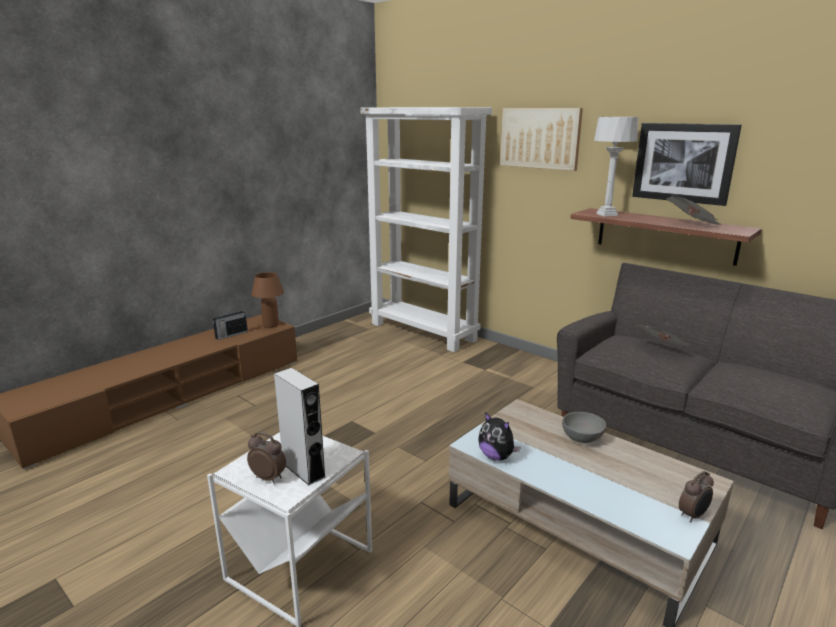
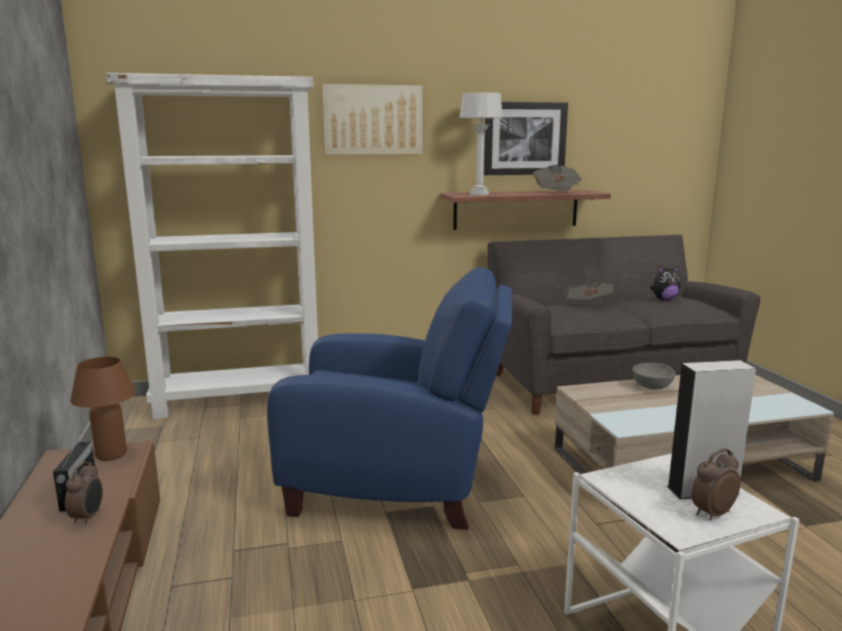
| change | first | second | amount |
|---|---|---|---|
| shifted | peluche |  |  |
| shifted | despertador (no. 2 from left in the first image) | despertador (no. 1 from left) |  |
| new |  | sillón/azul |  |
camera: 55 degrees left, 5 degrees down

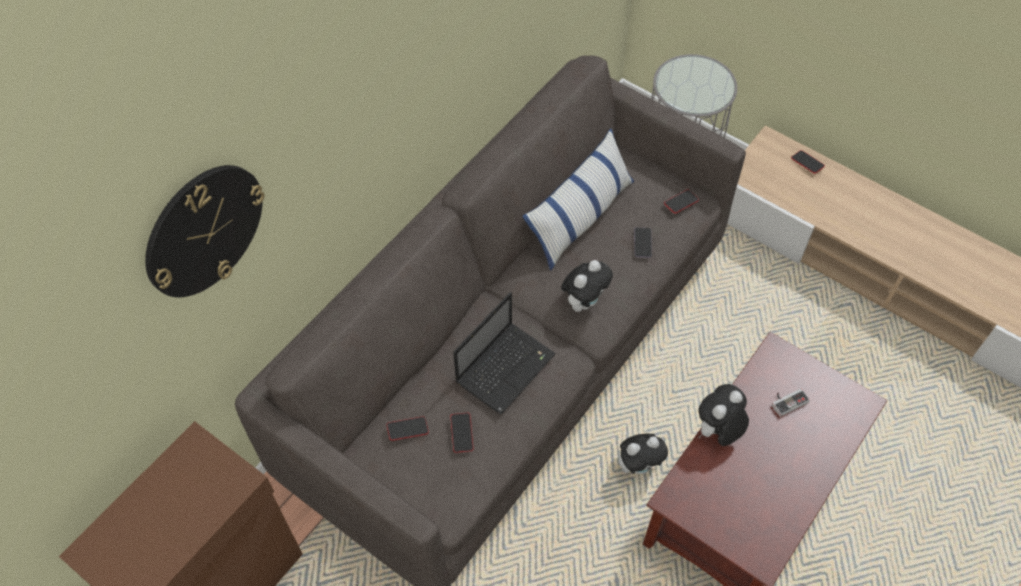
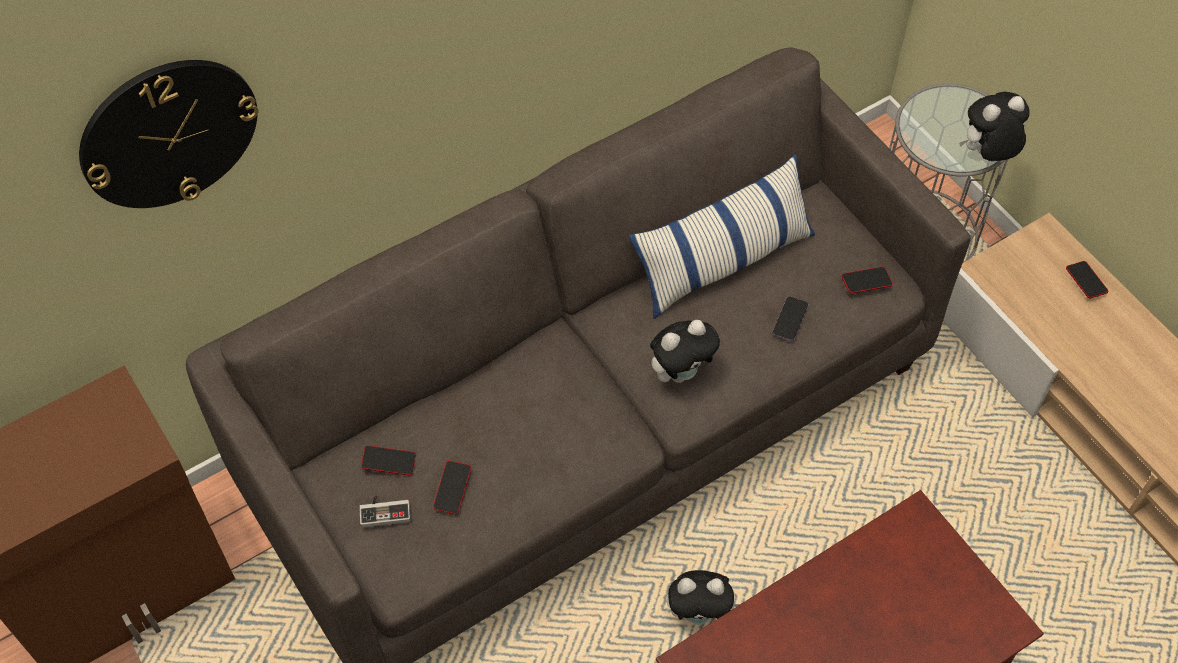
| change | first | second | amount |
|---|---|---|---|
| gone | portátil |  |  |
| shifted | peluche (no. 3 from left) |  |  |
| shifted | mando de consola |  |  |
camera: 20 degrees right, 0 degrees up

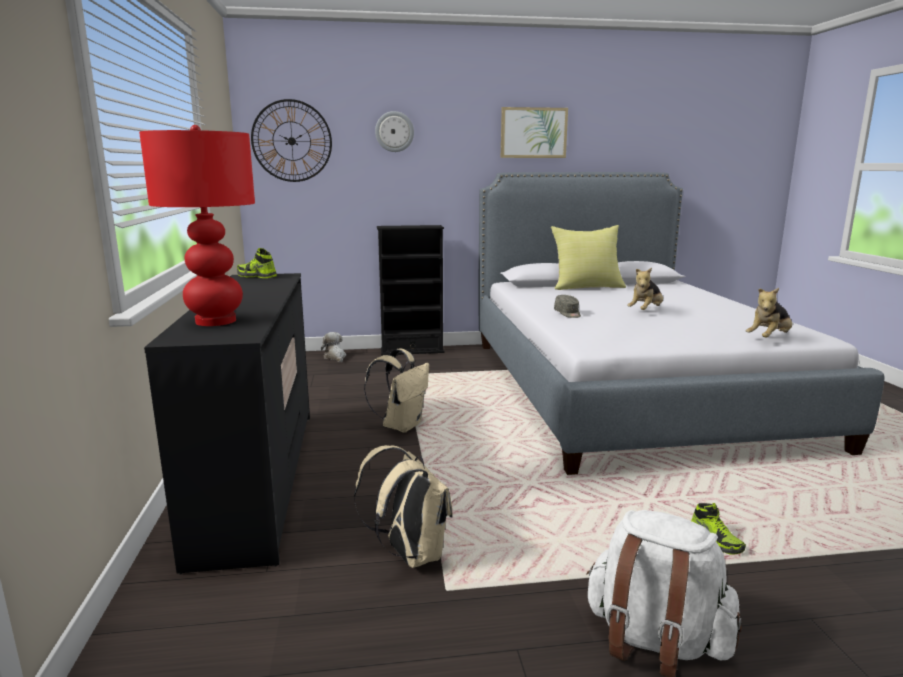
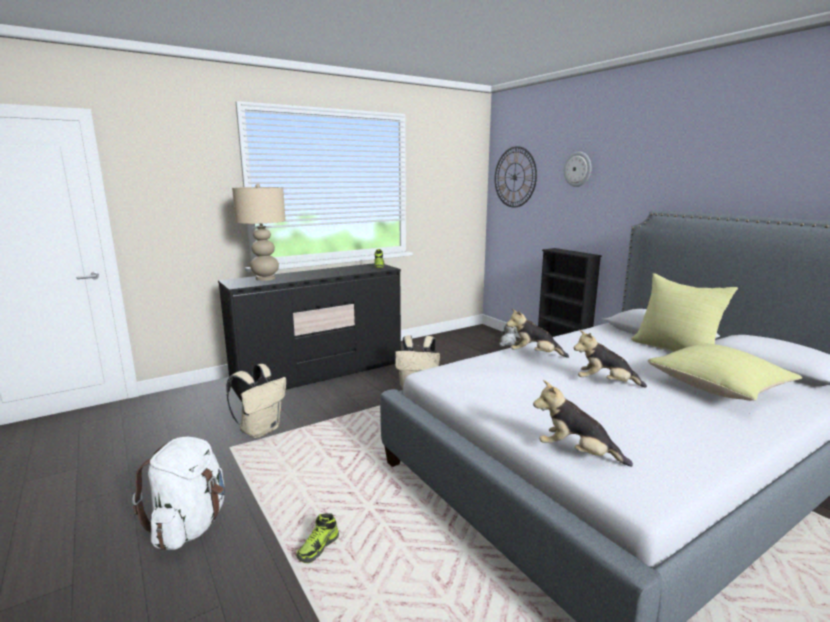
| change | first | second | amount |
|---|---|---|---|
| gone | cuadro |  |  |
| repainted | lámpara de mesa/rojo | lámpara de mesa/beis |  |
| swapped | gorra/gris | peluche (no. 2 from left) |  |
| new |  | cojín/amarillo (no. 2 from left) |  |
camera: 65 degrees right, 0 degrees up

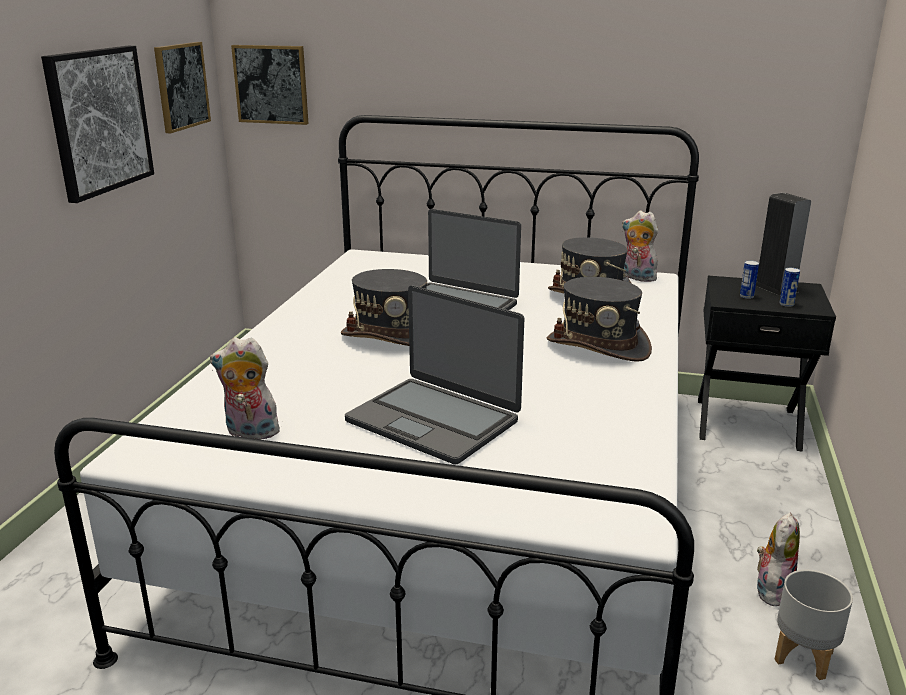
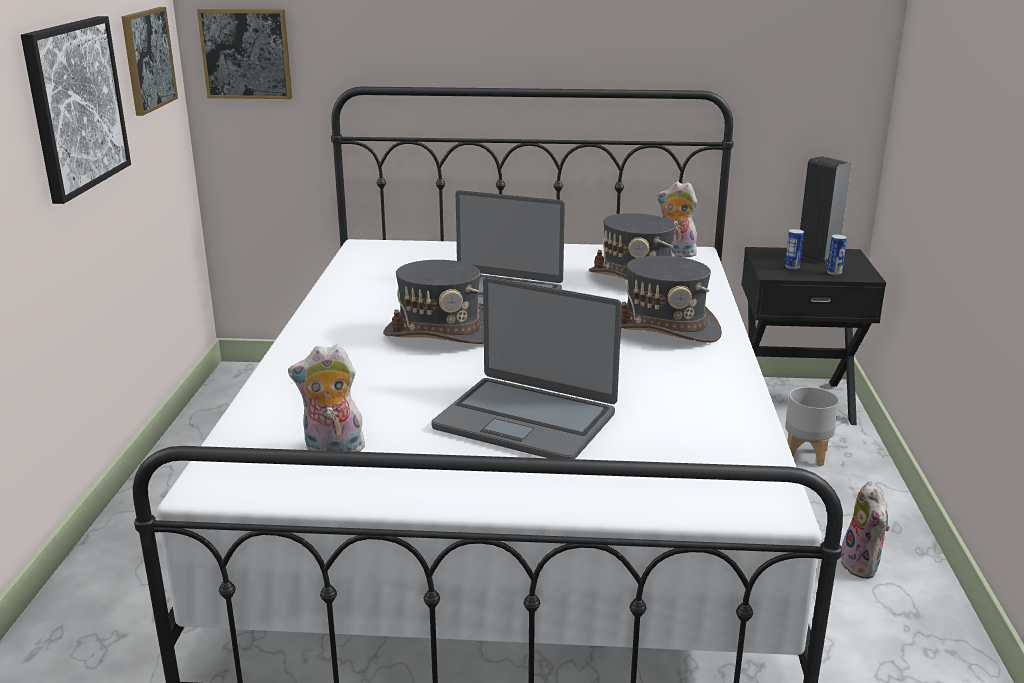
| change | first | second | amount |
|---|---|---|---|
| rotated | peluche (no. 3 from left) |  | 150 degrees clockwise |
| shifted | maceta/gris |  |  |
camera: 10 degrees left, 0 degrees up

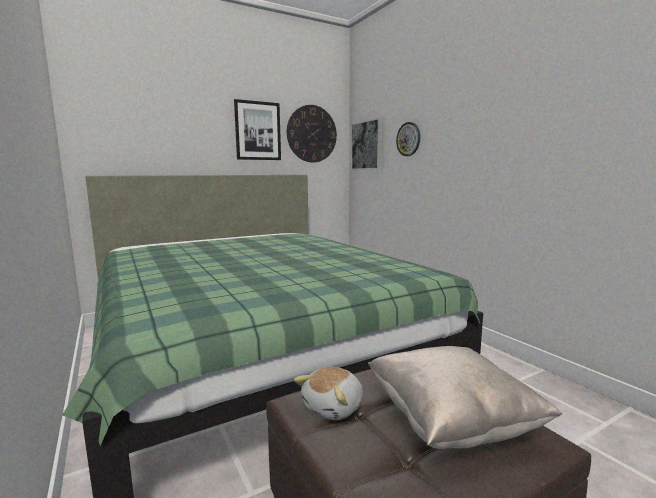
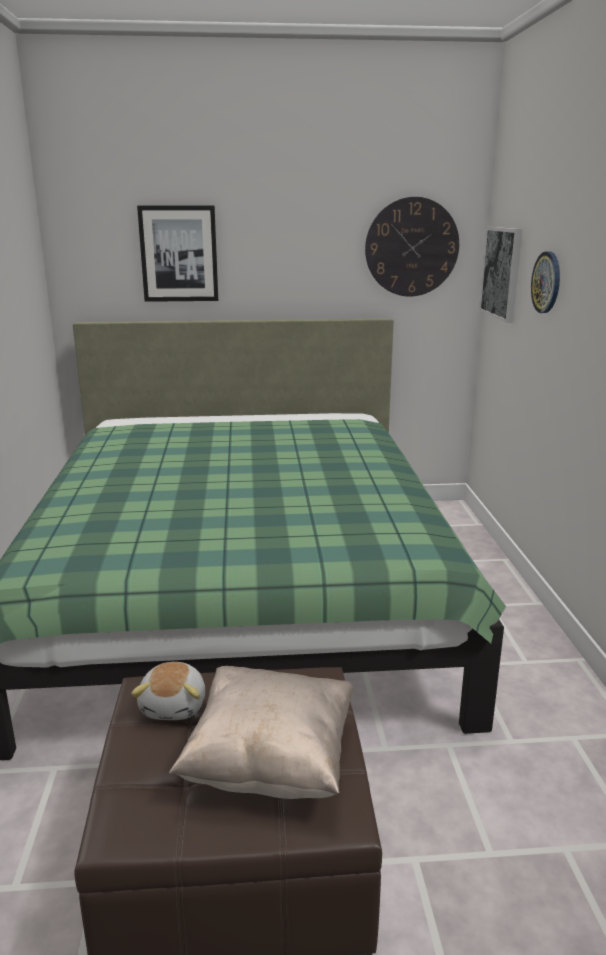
| change | first | second | amount |
|---|---|---|---|
| shifted | cuadro (no. 1 from left) |  |  |
| rotated | peluche |  | 60 degrees counterclockwise |
camera: 25 degrees right, 10 degrees up

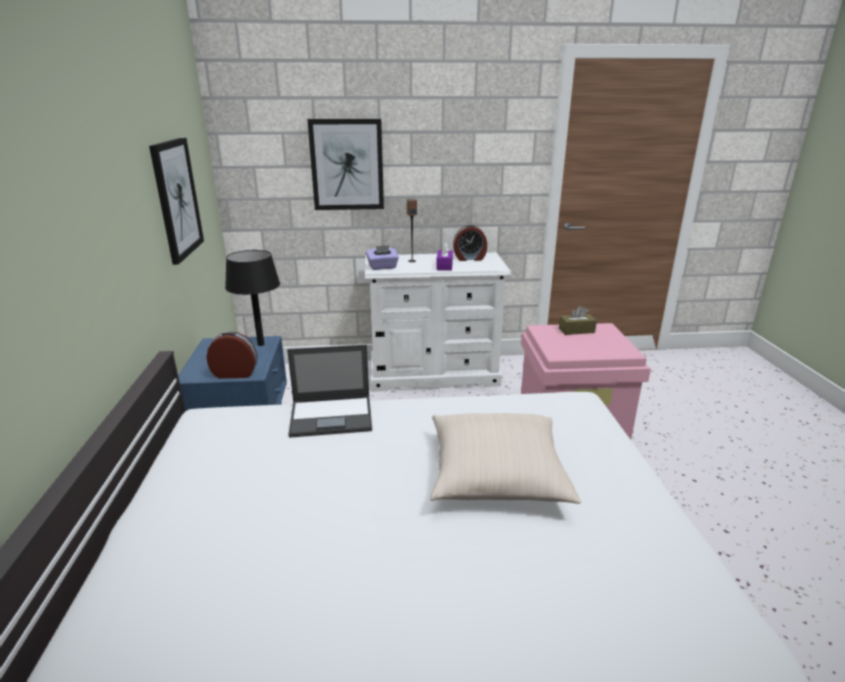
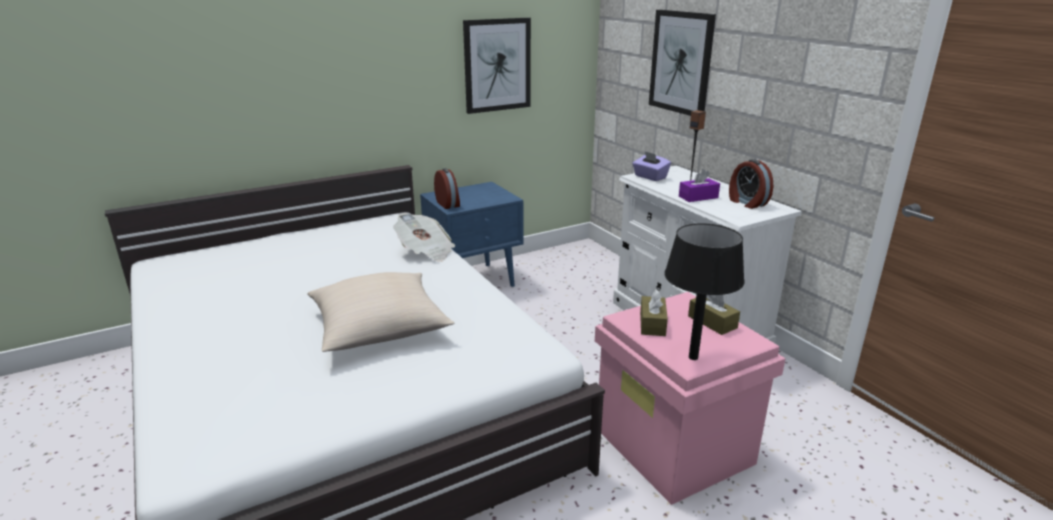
| change | first | second | amount |
|---|---|---|---|
| shifted | lámpara de mesa/negro |  |  |
| swapped | portátil | periódico |  |
| new |  | caja de pañuelos/marrón (no. 1 from left) |  |
camera: 65 degrees right, 0 degrees up

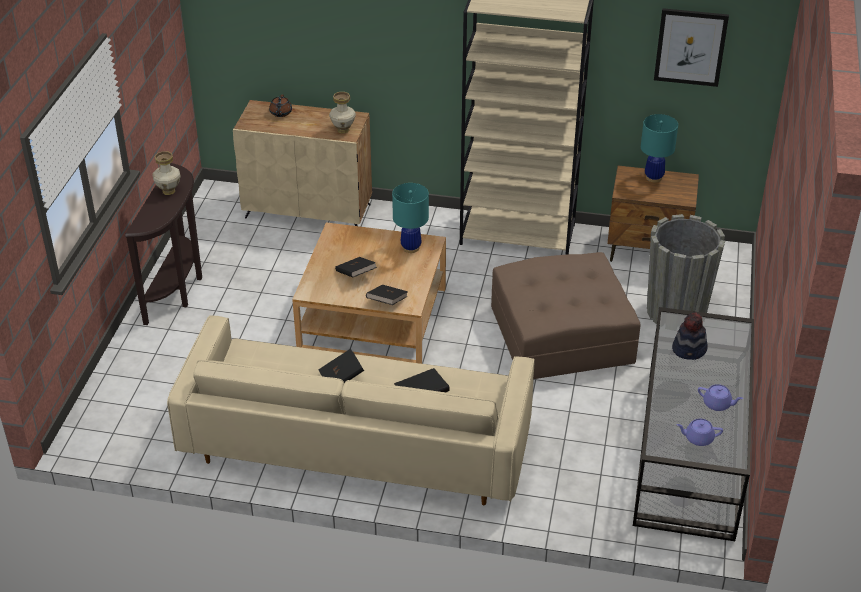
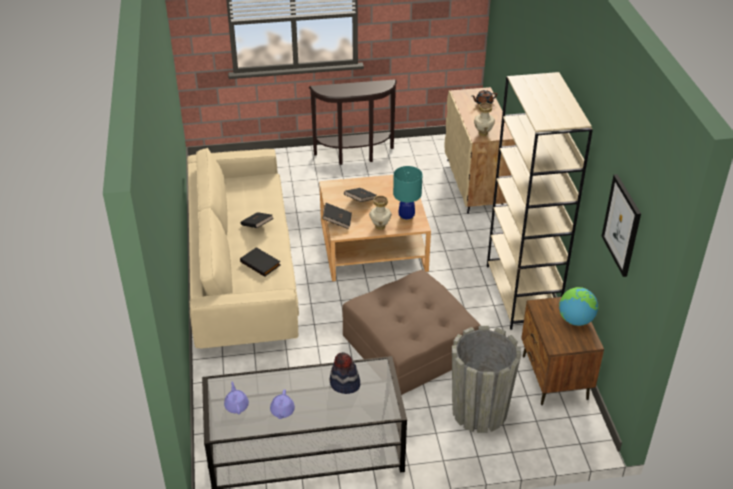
| change | first | second | amount |
|---|---|---|---|
| swapped | lámpara de mesa/turquesa (no. 2 from left) | globo terráqueo |  |
| shifted | florero (no. 1 from left) |  |  |
camera: 70 degrees right, 0 degrees up

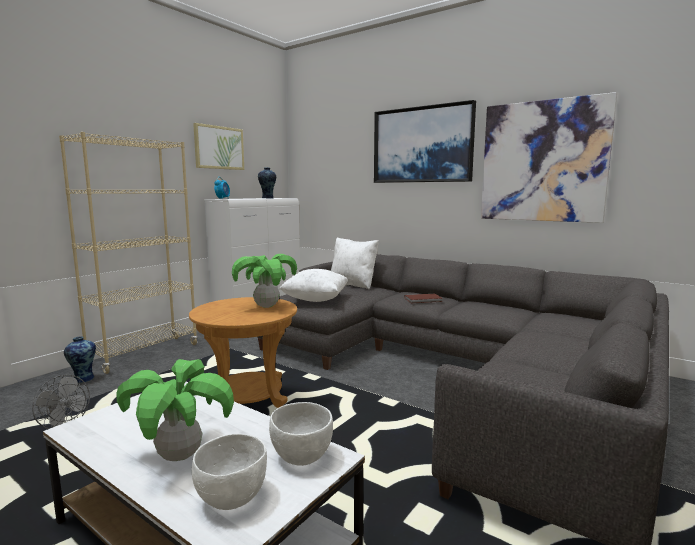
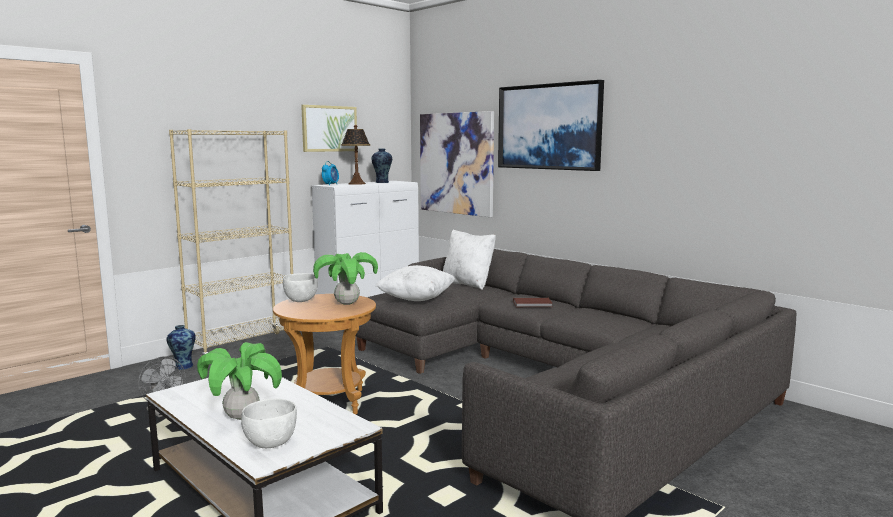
| change | first | second | amount |
|---|---|---|---|
| shifted | cuadro (no. 3 from left in the first image) | cuadro (no. 2 from left) |  |
| shifted | cuenco/blanco (no. 2 from left) |  |  |
| new |  | lámpara de mesa |  |
camera: 10 degrees right, 0 degrees up

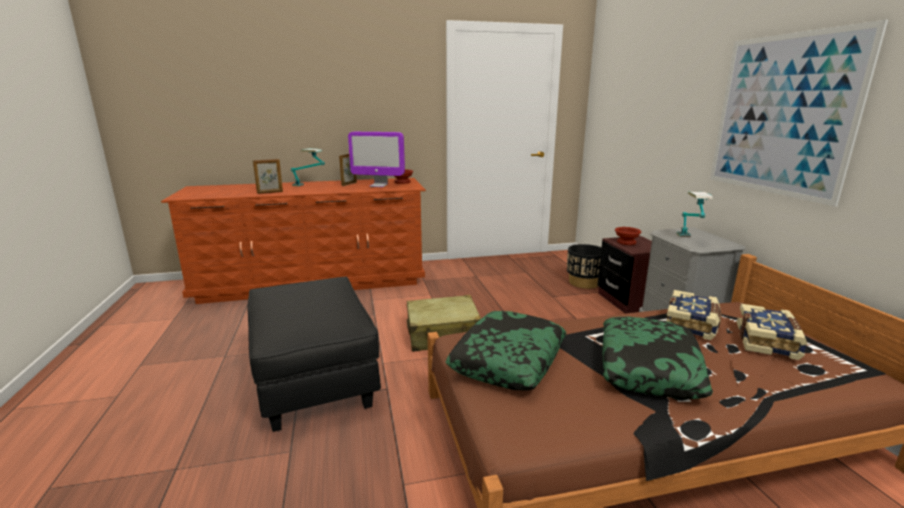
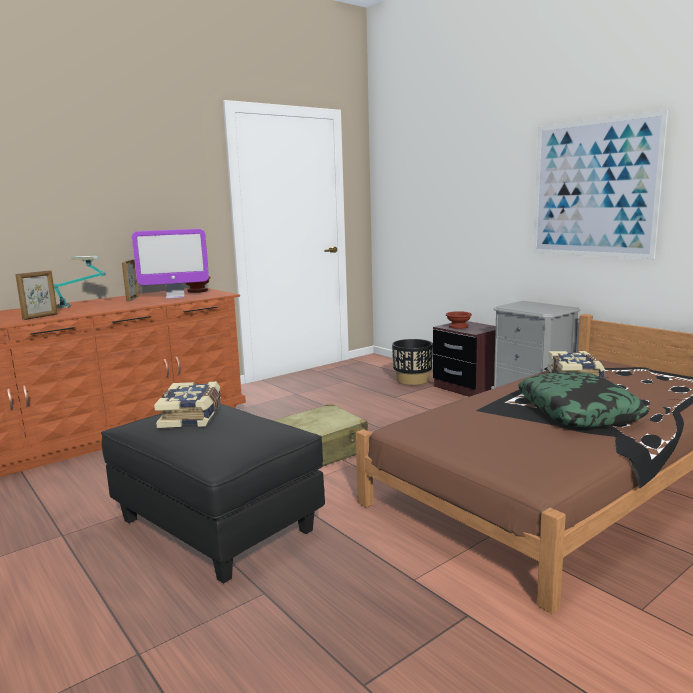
| change | first | second | amount |
|---|---|---|---|
| gone | lámpara de mesa (no. 2 from left) |  |  |
| shifted | libro (no. 2 from left in the first image) | libro (no. 1 from left) |  |
| gone | cojín (no. 1 from left) |  |  |
camera: 25 degrees left, 5 degrees down

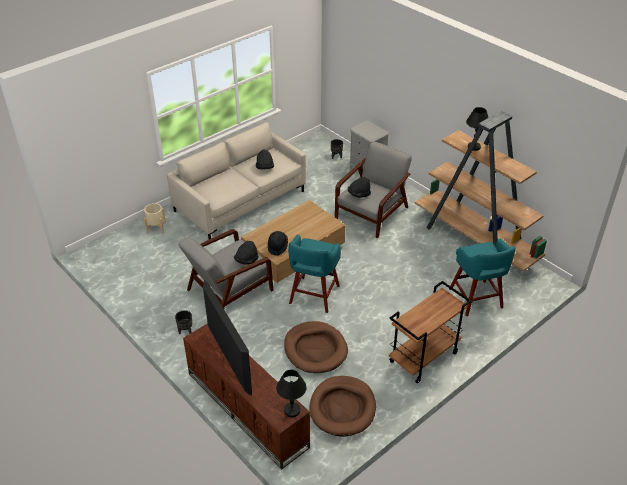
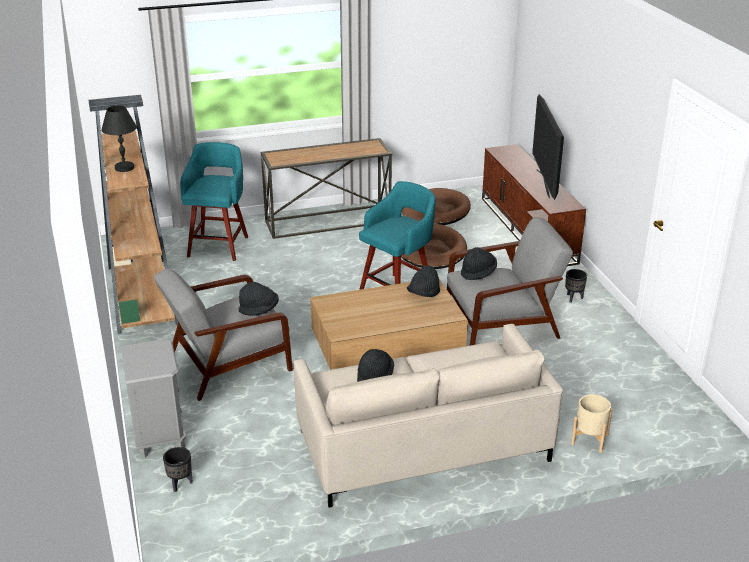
| change | first | second | amount |
|---|---|---|---|
| swapped | carrito/marrón | mesa consola |  |
| gone | lámpara de mesa/negro (no. 1 from left) |  |  |
camera: 155 degrees left, 10 degrees down

